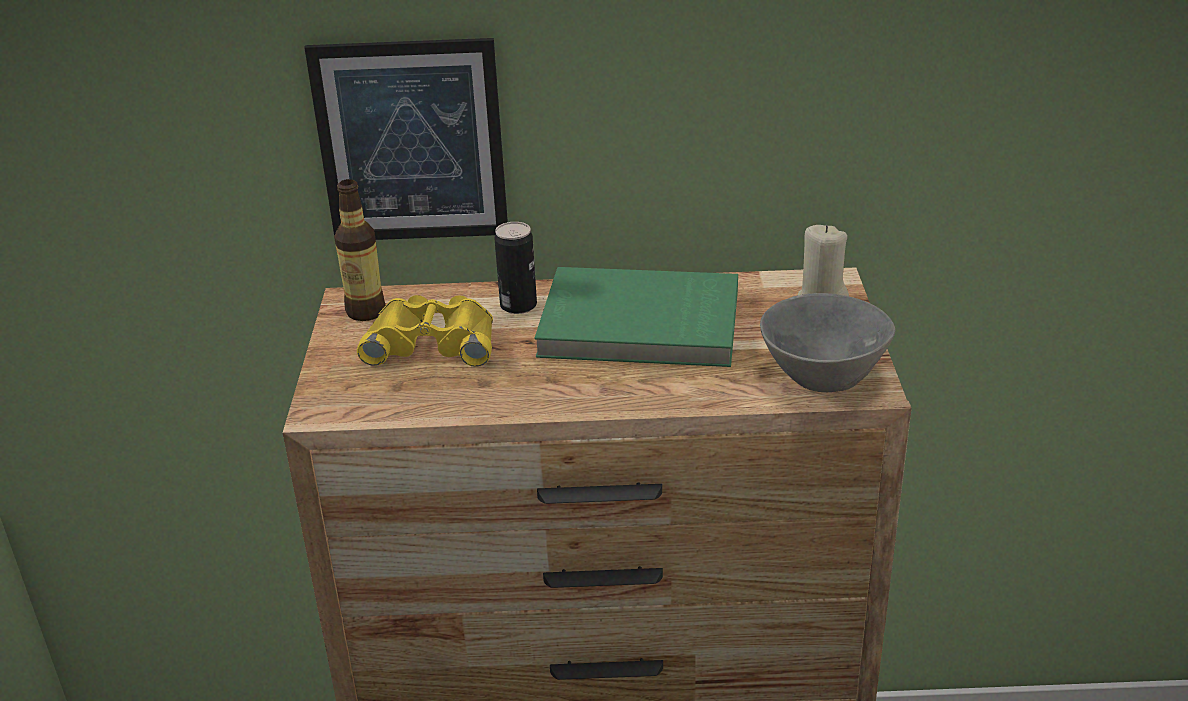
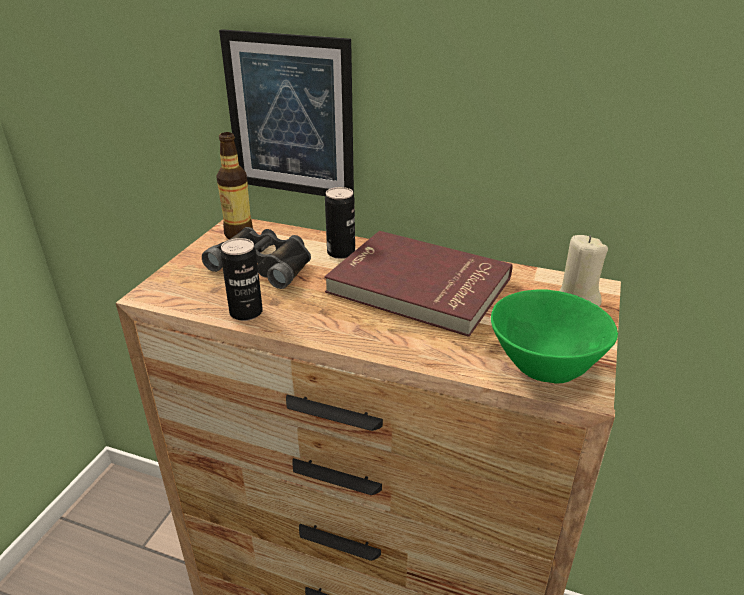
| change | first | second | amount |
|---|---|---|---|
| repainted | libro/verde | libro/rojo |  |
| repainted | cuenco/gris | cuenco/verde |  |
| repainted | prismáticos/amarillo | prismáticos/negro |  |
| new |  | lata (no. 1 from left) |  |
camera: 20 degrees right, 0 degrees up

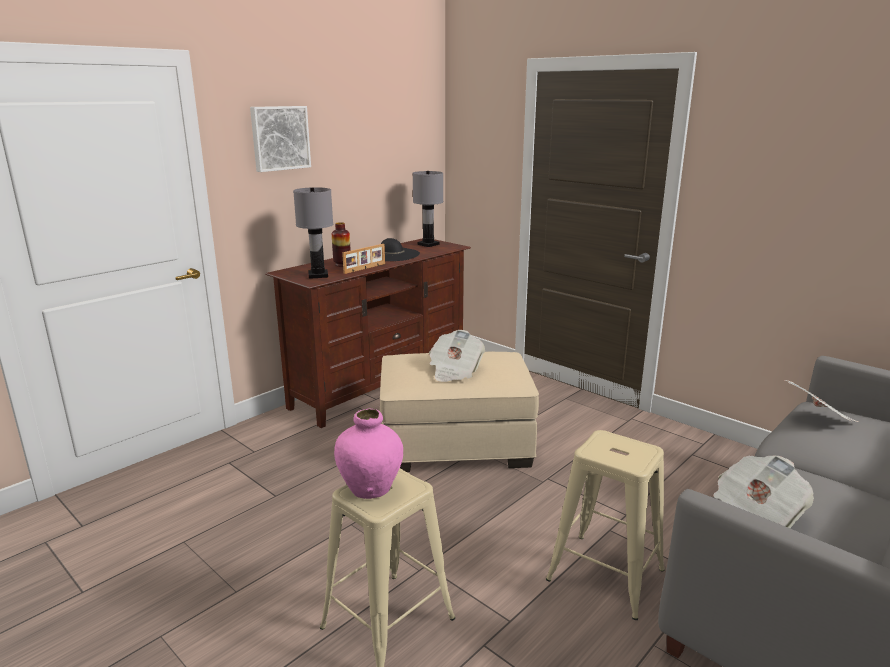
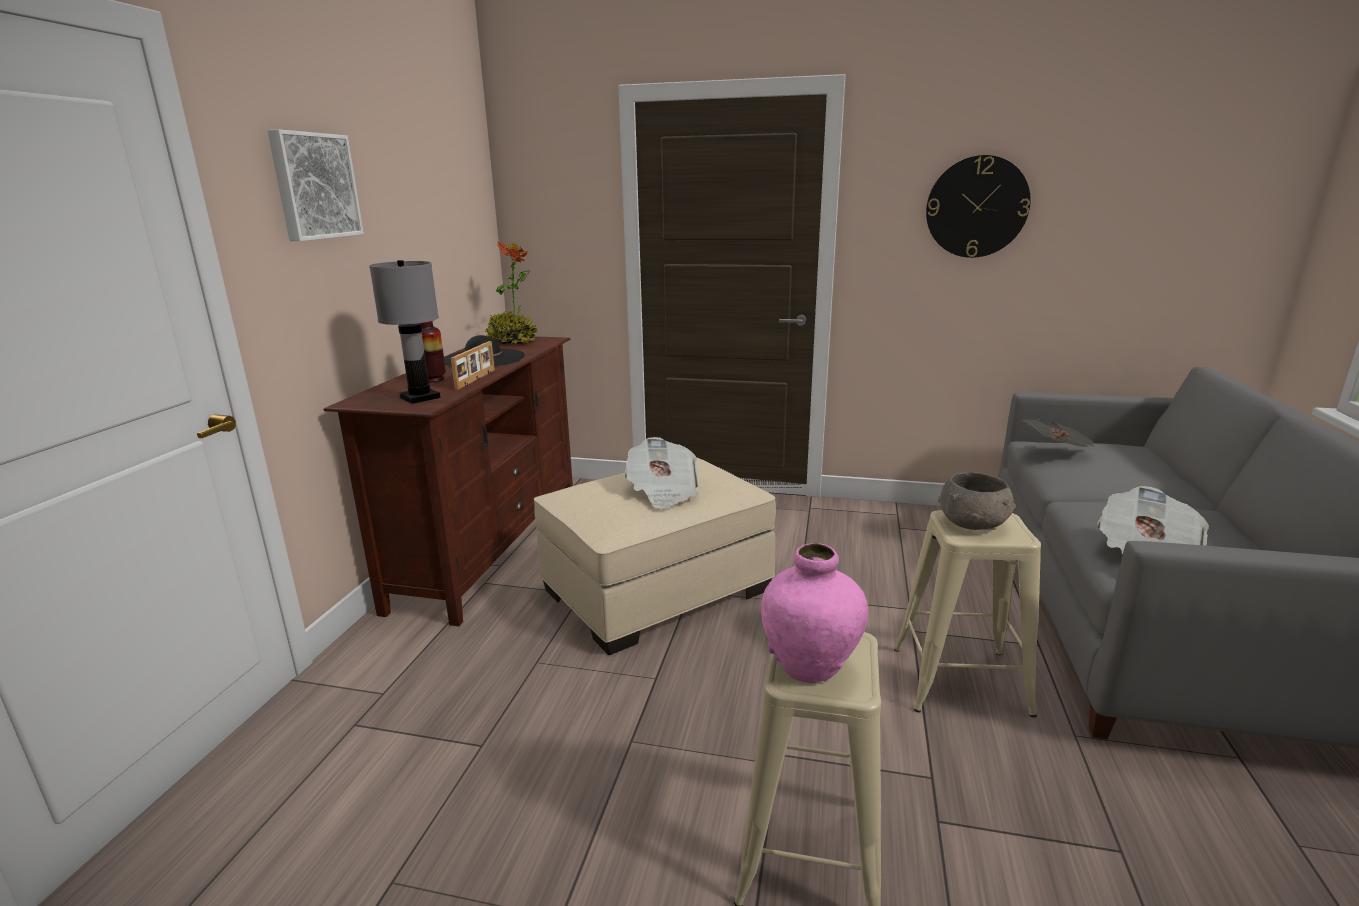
| change | first | second | amount |
|---|---|---|---|
| swapped | lámpara de mesa/gris (no. 2 from left) | planta en maceta |  |
| new |  | reloj de pared |  |
| new |  | cuenco/gris |  |
camera: 30 degrees left, 0 degrees up

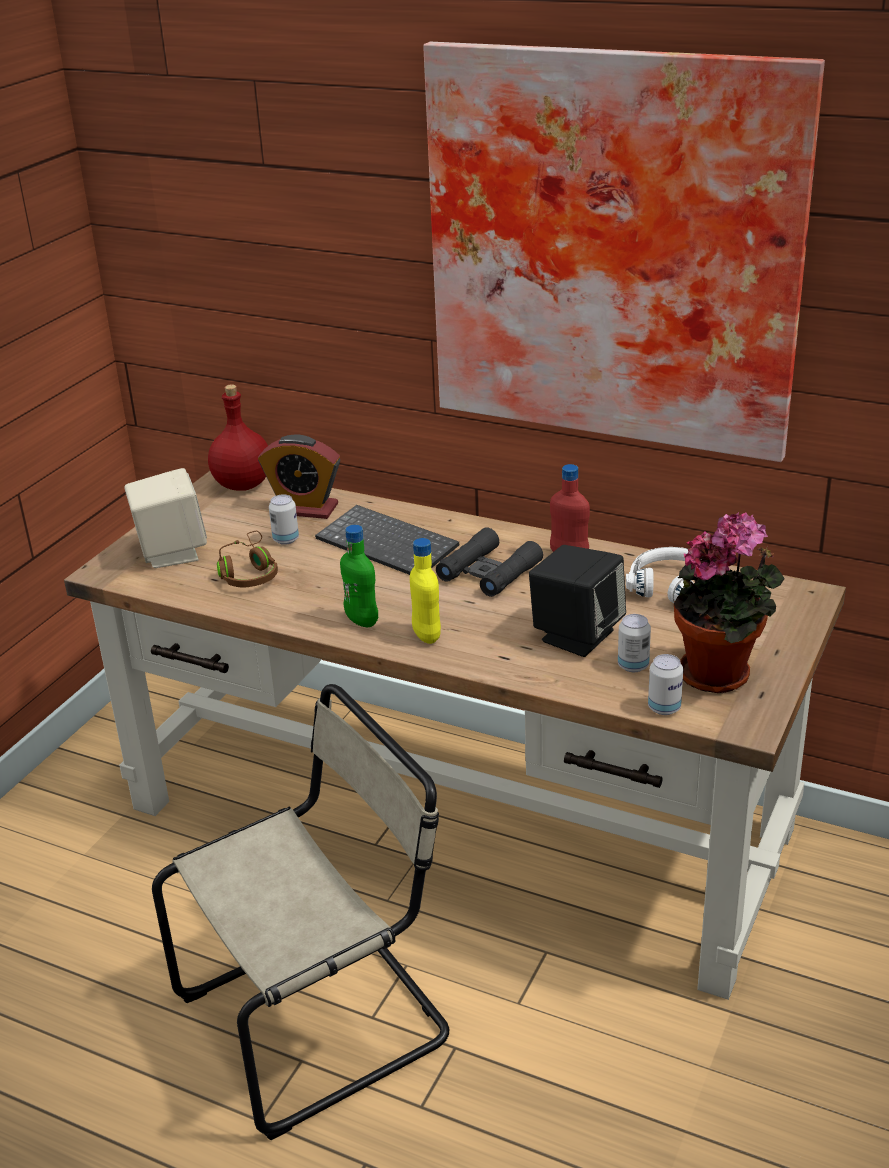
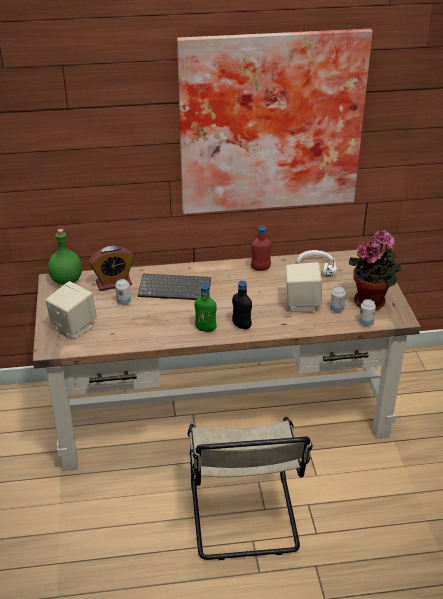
| change | first | second | amount |
|---|---|---|---|
| repainted | botella/rojo (no. 1 from left) | botella/verde (no. 1 from left) |  |
| gone | prismáticos/negro |  |  |
| gone | auriculares/marrón |  |  |
| repainted | botella/amarillo | botella/negro |  |
| repainted | altavoz/negro | altavoz/beis (no. 2 from left) |  |
| rotated | silla/beis |  | 150 degrees clockwise |
camera: 35 degrees left, 5 degrees up

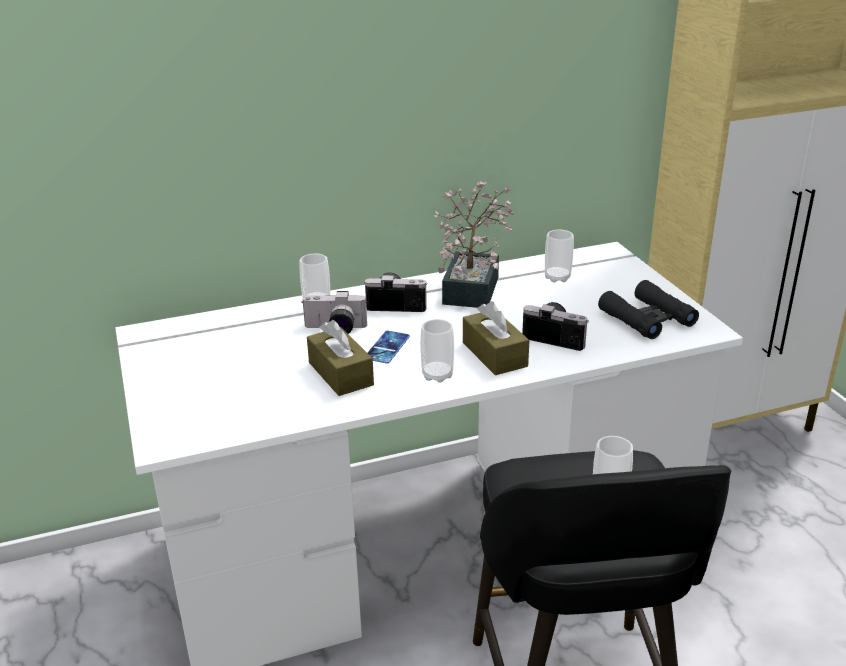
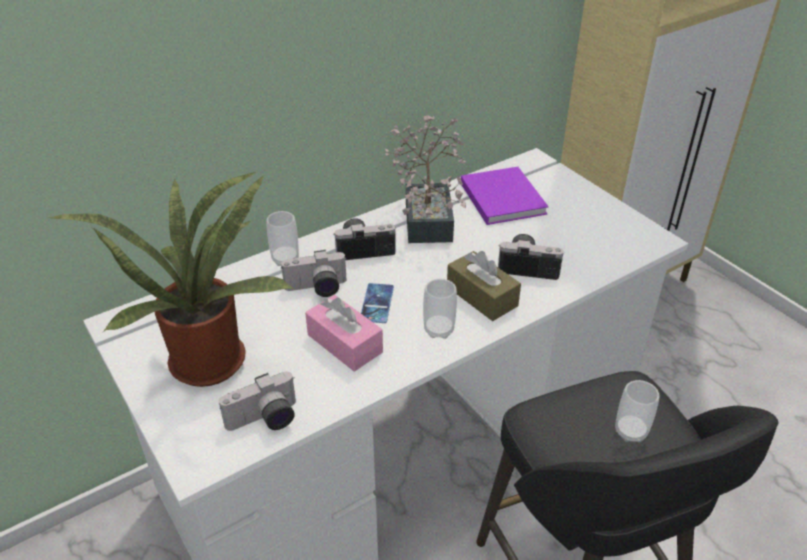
| change | first | second | amount |
|---|---|---|---|
| swapped | taza (no. 3 from left) | libro/morado |  |
| gone | prismáticos/negro |  |  |
| repainted | caja de pañuelos/marrón (no. 1 from left) | caja de pañuelos/rosa |  |
| new |  | planta en maceta (no. 1 from left) |  |
| new |  | cámara (no. 1 from left) |  |
camera: 15 degrees left, 10 degrees up

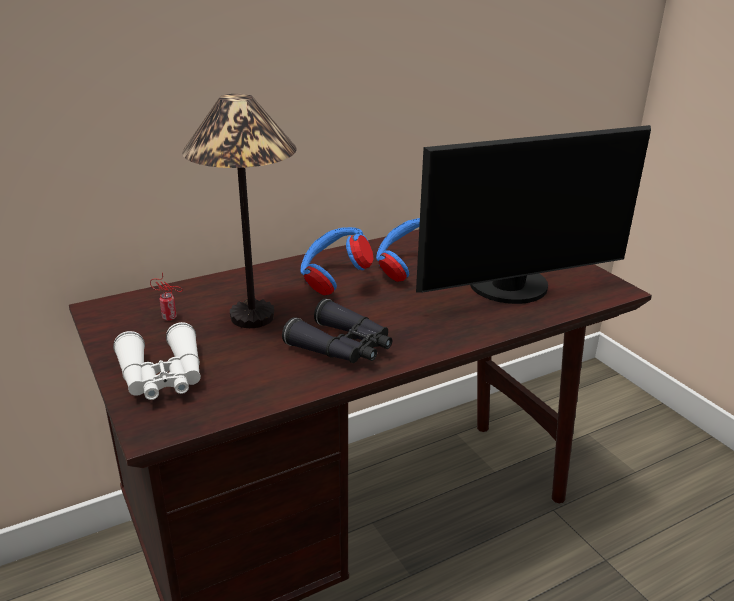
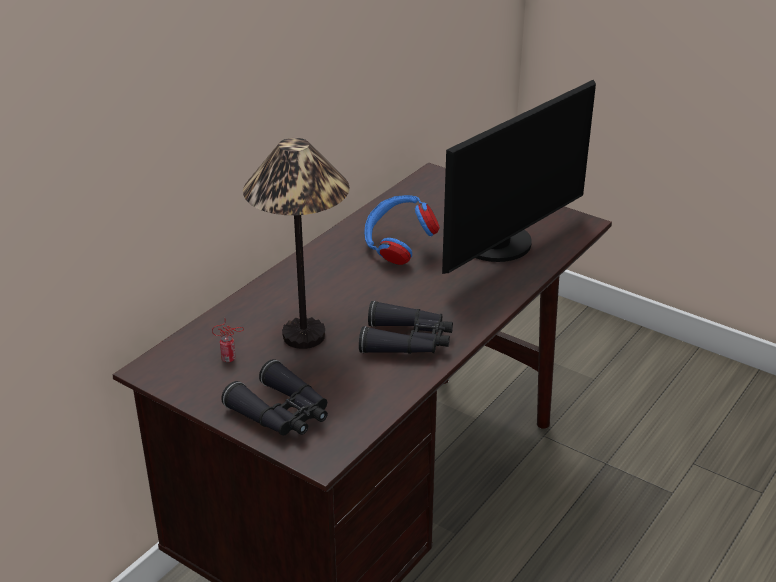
| change | first | second | amount |
|---|---|---|---|
| gone | auriculares/azul (no. 1 from left) |  |  |
| repainted | prismáticos/blanco | prismáticos/negro (no. 1 from left) |  |
camera: 25 degrees left, 5 degrees up

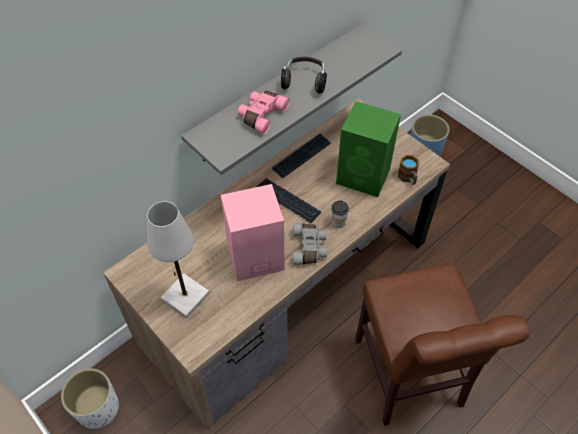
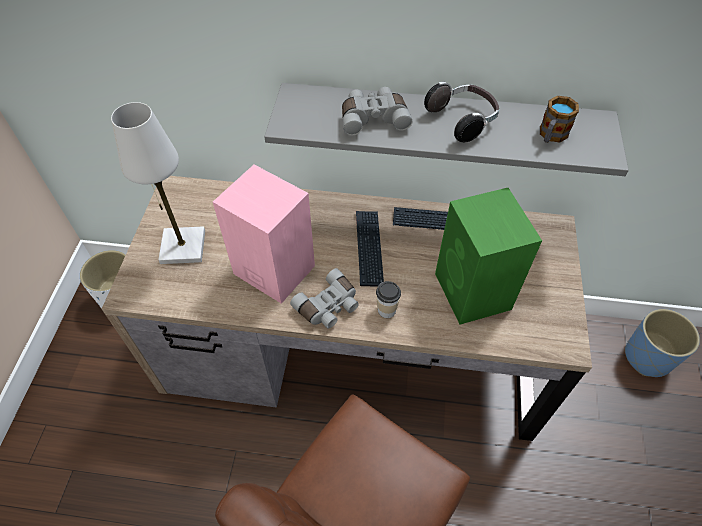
| change | first | second | amount |
|---|---|---|---|
| repainted | prismáticos/rosa | prismáticos/gris (no. 2 from left) |  |
| shifted | taza grande |  |  |
camera: 50 degrees right, 0 degrees up

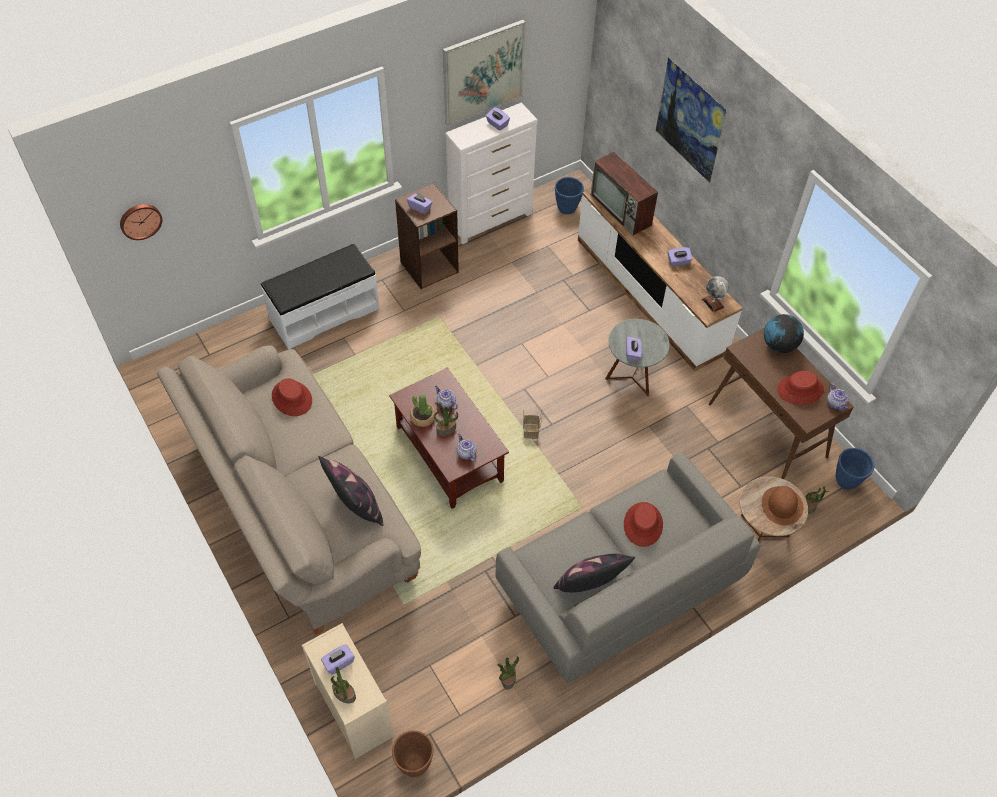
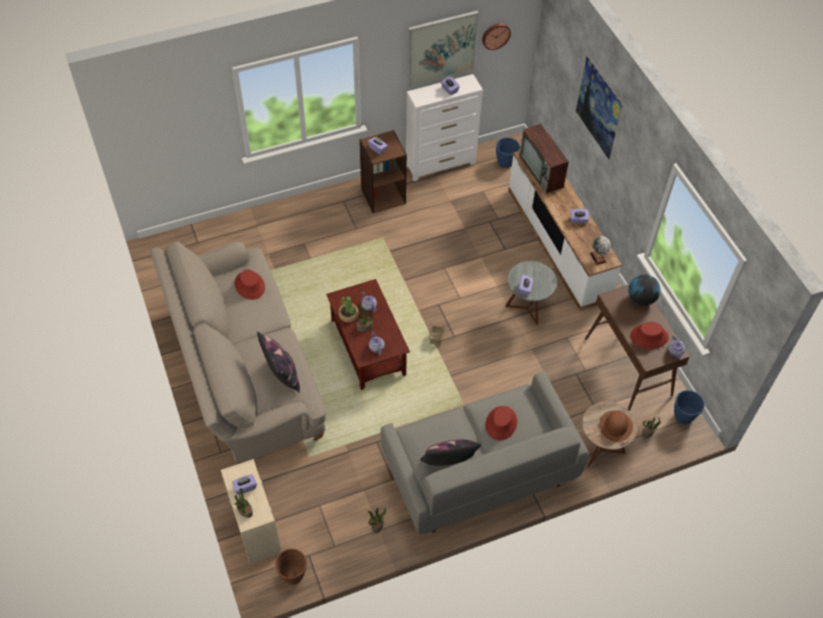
| change | first | second | amount |
|---|---|---|---|
| shifted | reloj de pared |  |  |
| gone | banco/blanco |  |  |
camera: 10 degrees right, 0 degrees up

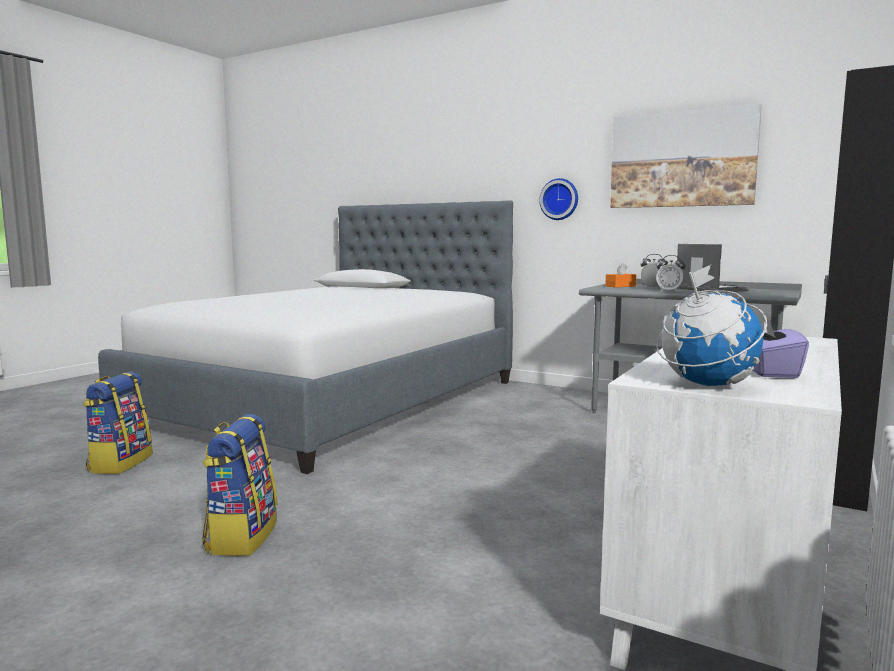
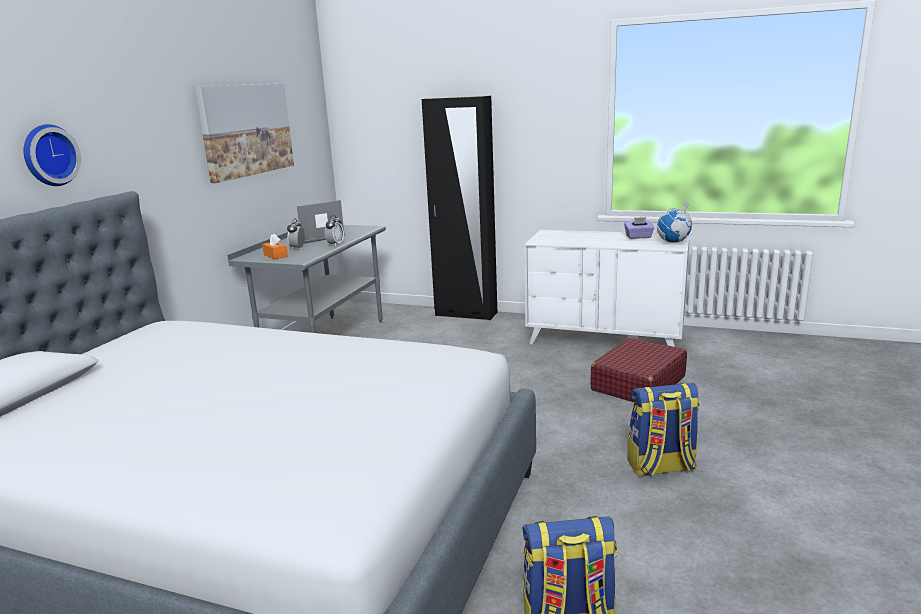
| change | first | second | amount |
|---|---|---|---|
| shifted | reloj de pared |  |  |
| new |  | maleta/rojo |  |
camera: 100 degrees left, 10 degrees up

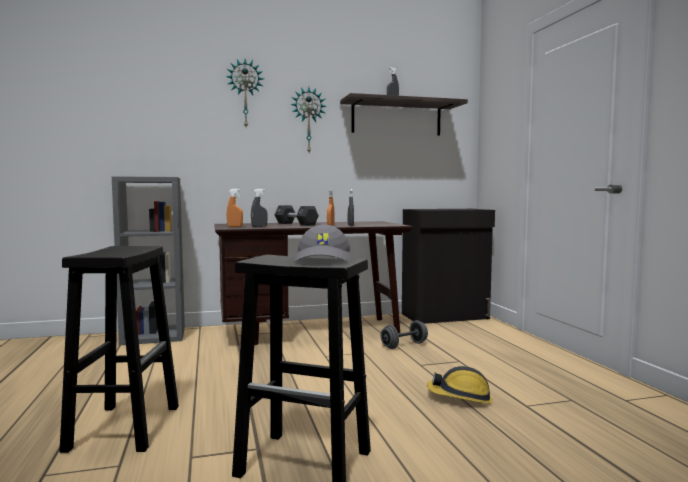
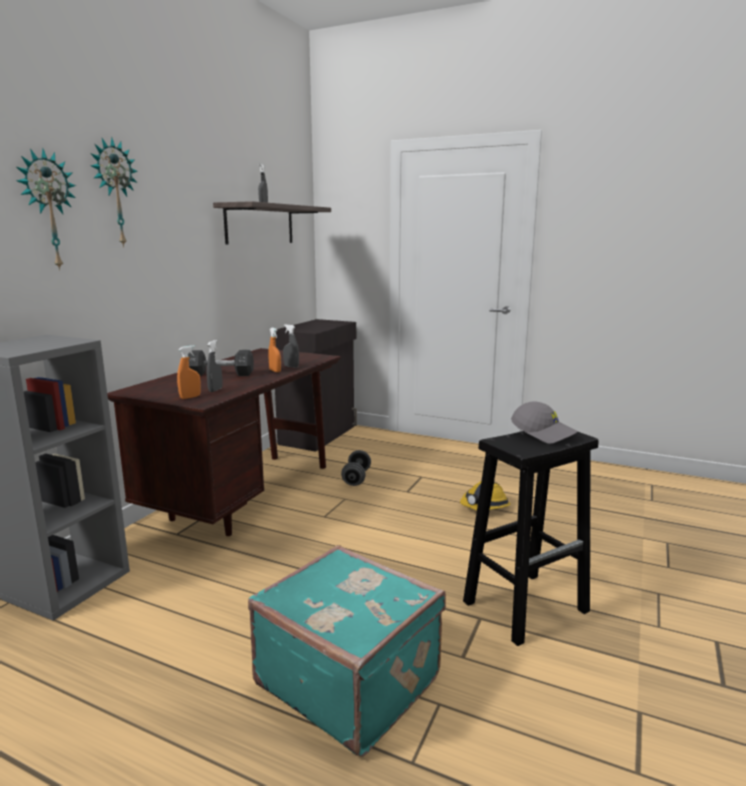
| change | first | second | amount |
|---|---|---|---|
| shifted | reloj de pared (no. 2 from left in the first image) | reloj de pared (no. 1 from left) |  |
| swapped | taburete/negro (no. 1 from left) | maleta/turquesa |  |
camera: 50 degrees left, 10 degrees up

